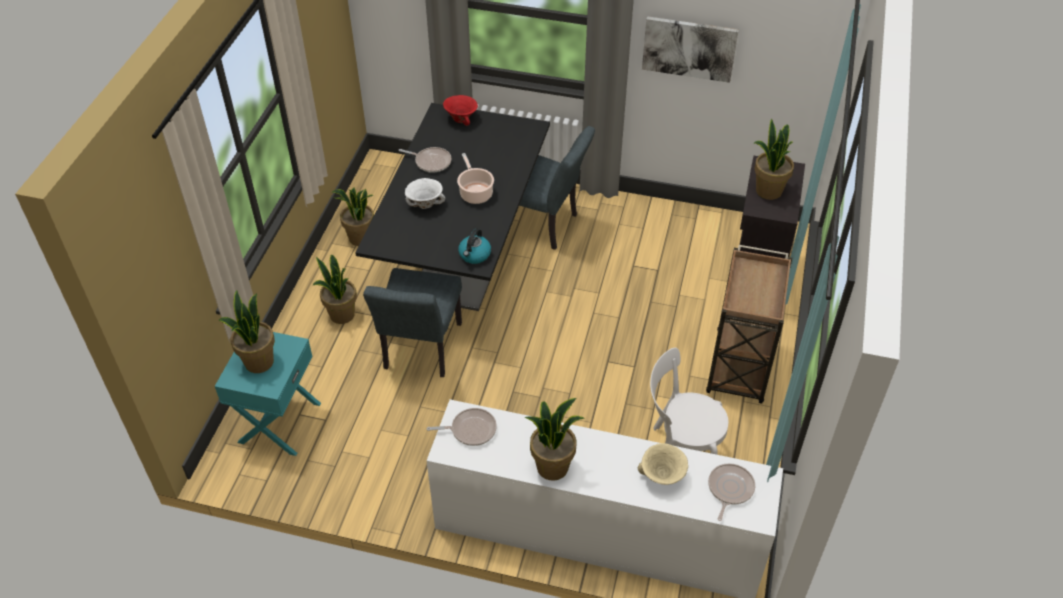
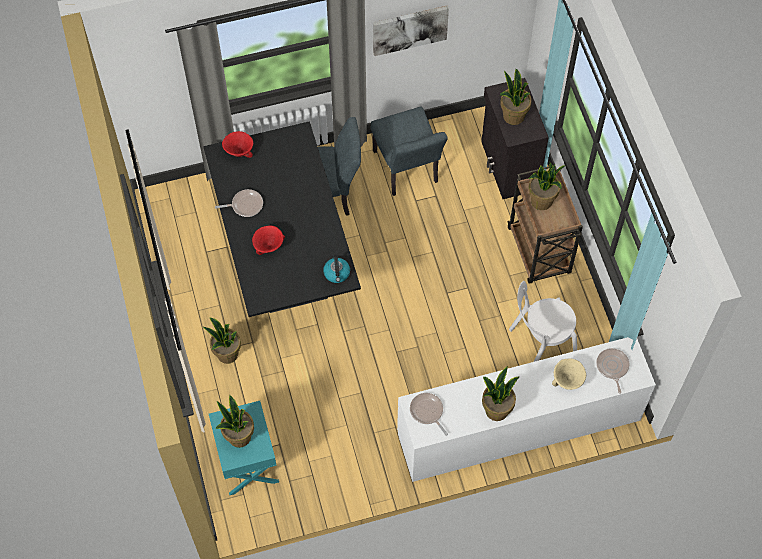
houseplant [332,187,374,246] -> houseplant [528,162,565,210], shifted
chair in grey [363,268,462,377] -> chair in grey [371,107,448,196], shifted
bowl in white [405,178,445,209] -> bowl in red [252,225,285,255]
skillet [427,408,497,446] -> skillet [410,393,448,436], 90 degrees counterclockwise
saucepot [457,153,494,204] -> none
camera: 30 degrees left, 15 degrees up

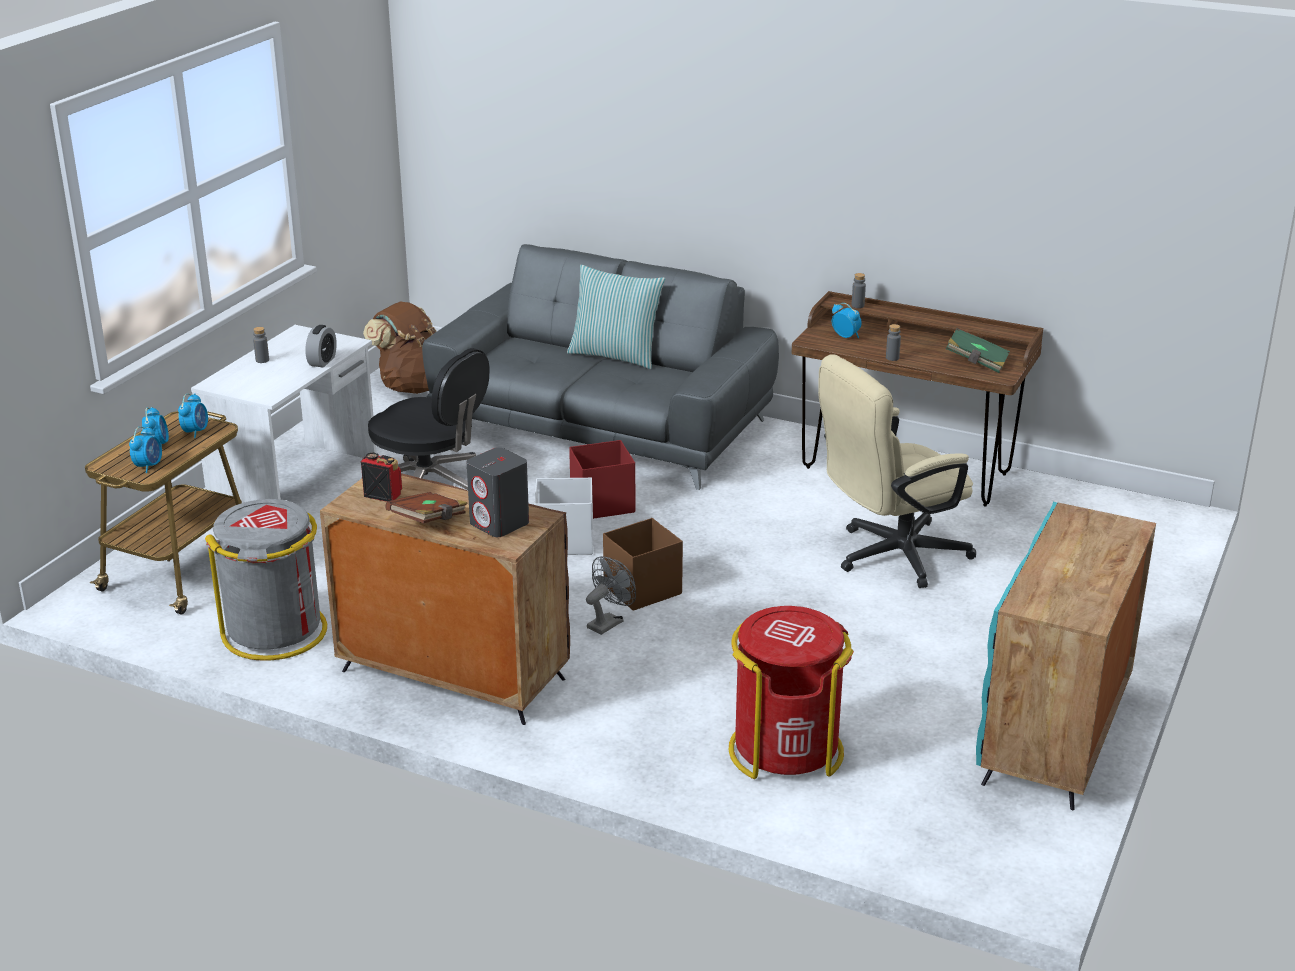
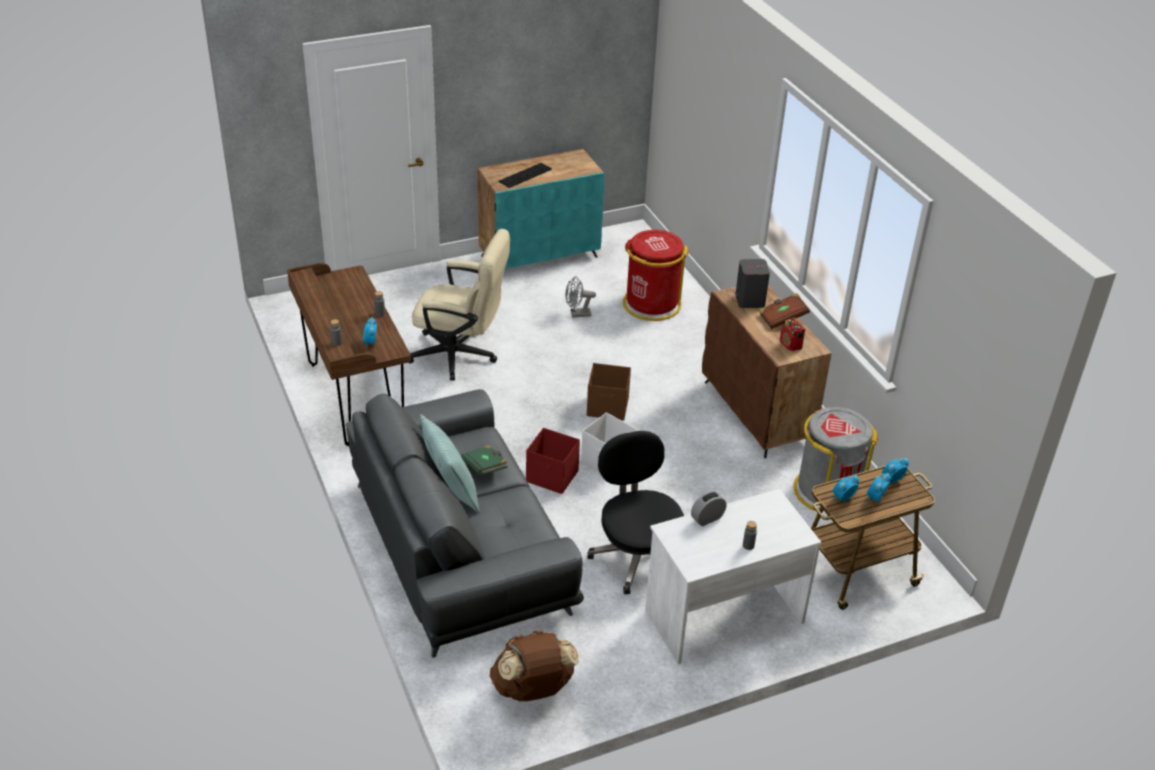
fan in grey [586,556,636,635] -> fan in grey [565,276,596,318], shifted
bound book in greenish [946,328,1010,373] -> bound book in greenish [461,445,507,475], shifted
none -> PC keyboard [499,163,552,188]
camera: 140 degrees left, 10 degrees up

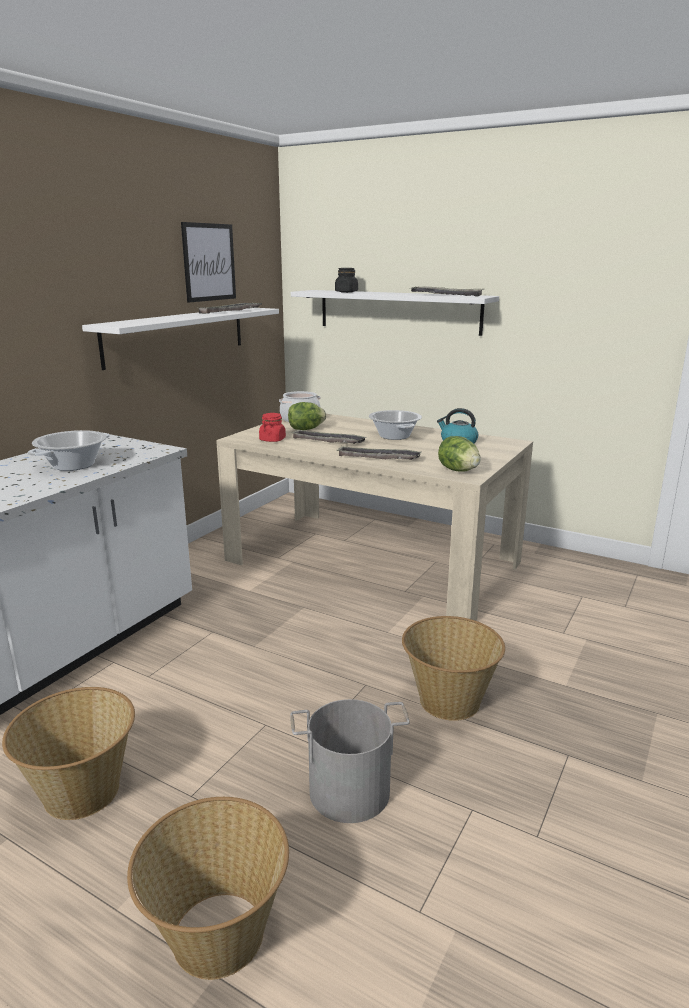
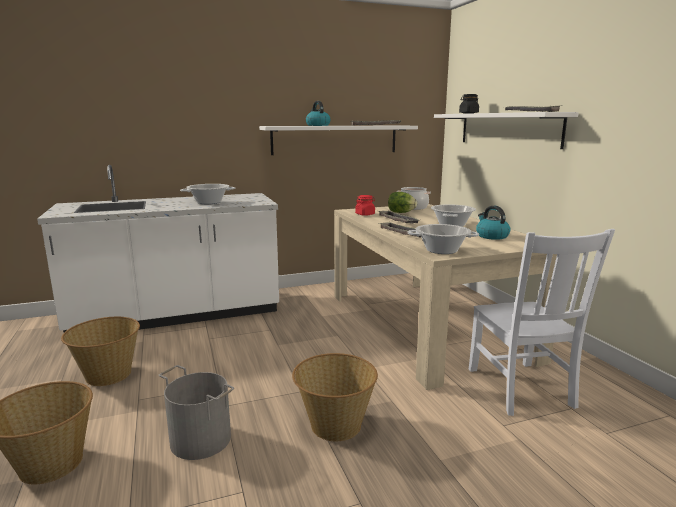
wall art [181,222,236,303] -> none
head of lettuce [438,436,481,472] -> saucepot [407,224,479,254]
none -> kettle [306,101,331,126]
none -> chair in white [469,229,615,416]
camera: 40 degrees right, 5 degrees down

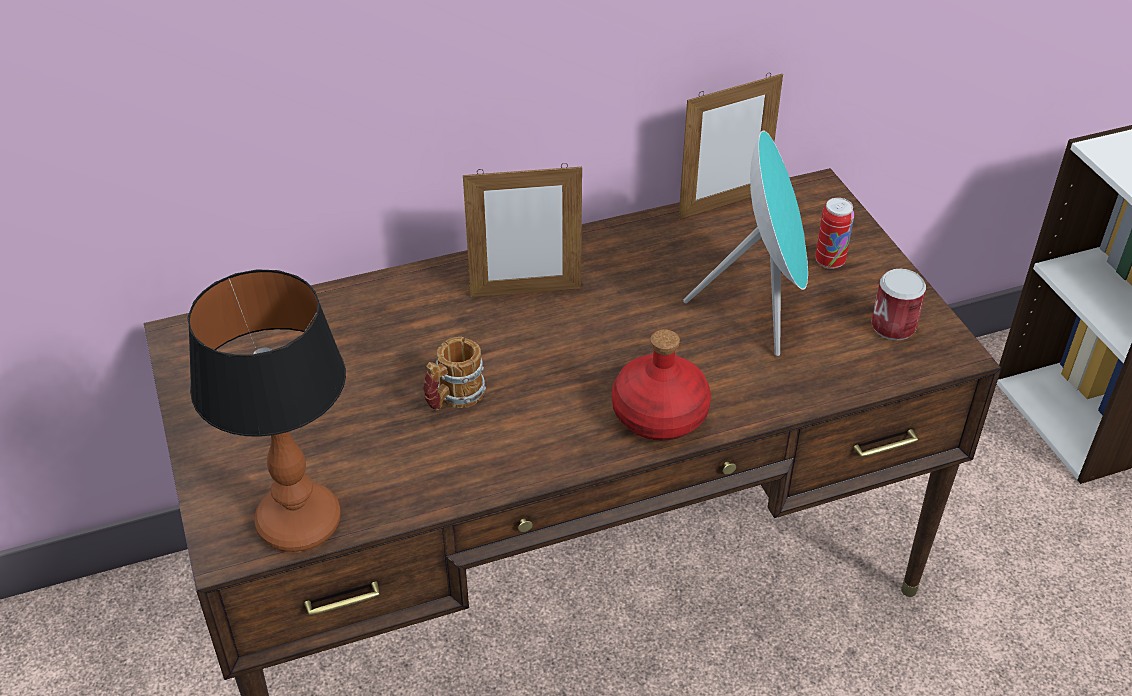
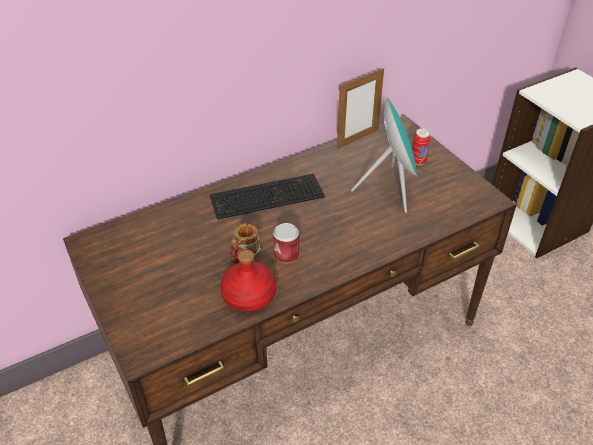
tabletop lamp [188,269,346,552] -> none
picture frame [463,163,582,297] -> PC keyboard [210,174,325,220]
beverage bottle in red [612,329,711,441] -> beverage bottle in red [220,250,276,312], shifted
sealed can [872,269,926,340] -> sealed can [273,223,299,263], shifted
camera: 10 degrees left, 0 degrees up

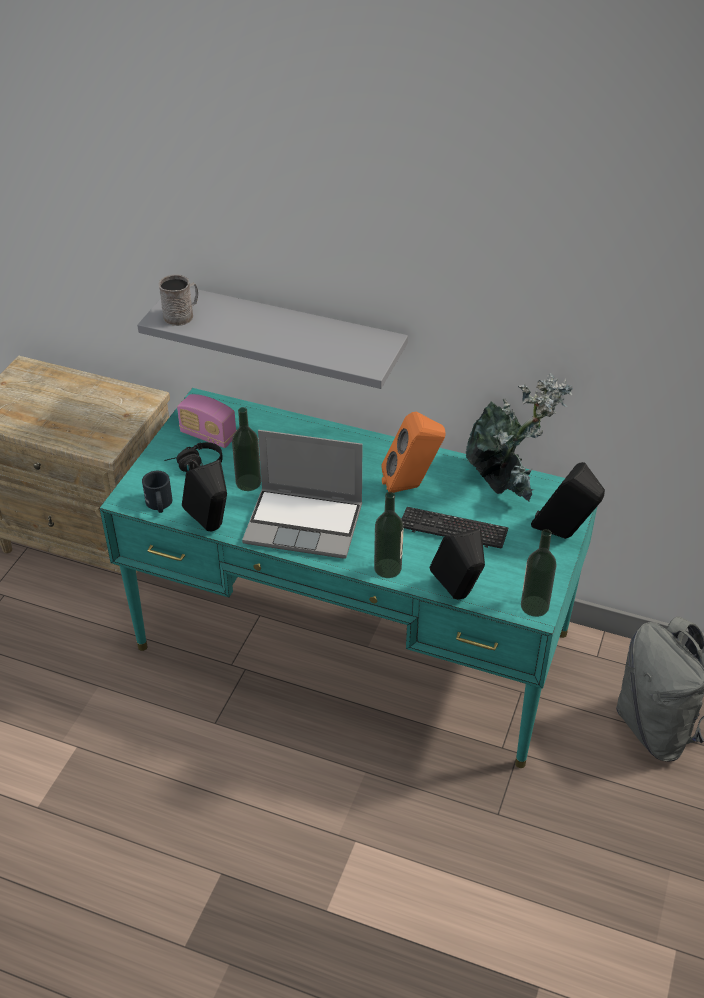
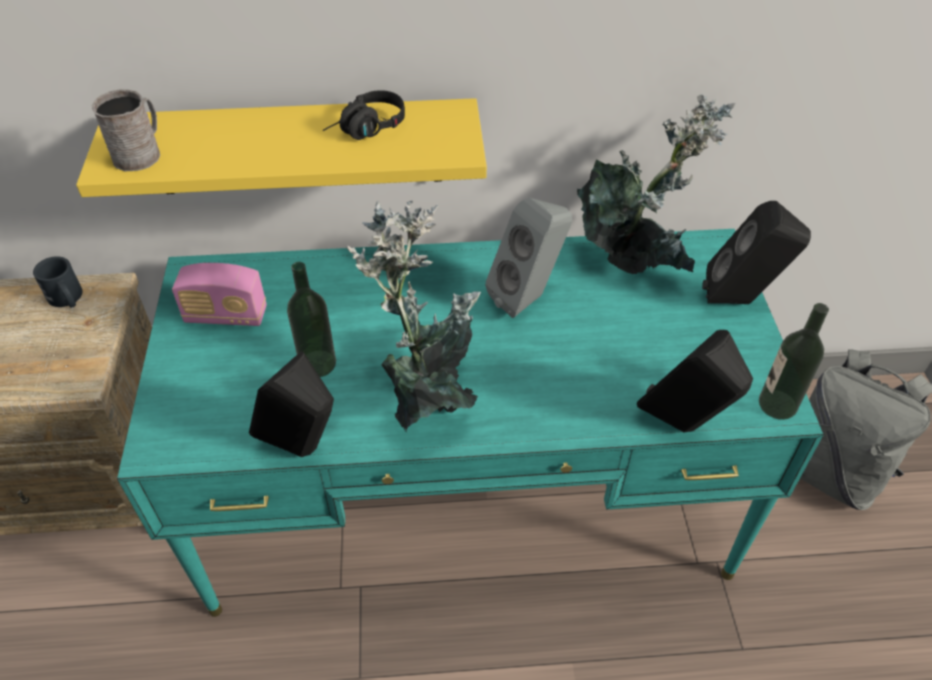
wall shelf in grey [137,288,408,389] -> wall shelf in yellow-coloured [76,98,487,197]
coffee mug in blackish [142,471,172,513] -> coffee mug in blackish [33,256,82,308], shifted
headphones in blackish [164,442,223,472] -> headphones in blackish [323,90,405,140], shifted
notebook computer [242,430,362,559] -> houseplant [346,200,481,431]
beverage bottle [374,492,404,578] -> none
speaker in orangey [381,412,446,493] -> speaker in grey [485,198,572,318]
PC keyboard [402,507,508,548] -> none
camera: 25 degrees left, 5 degrees up

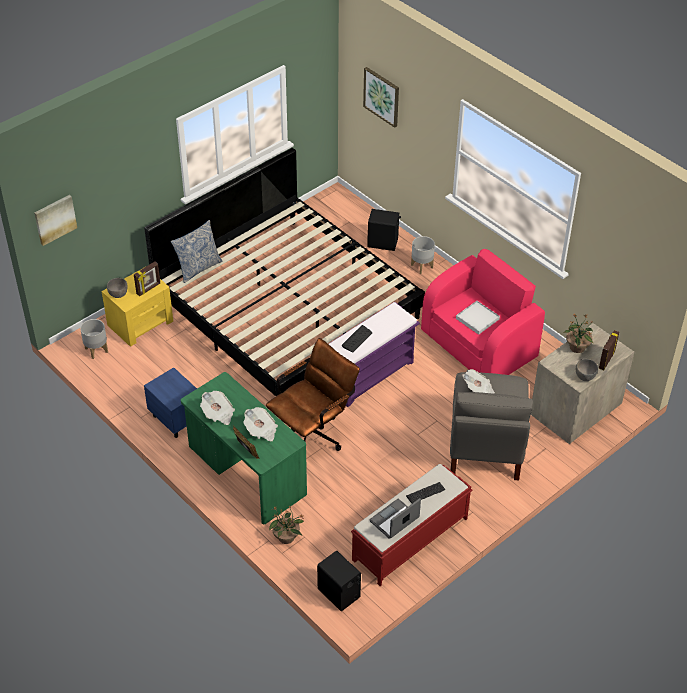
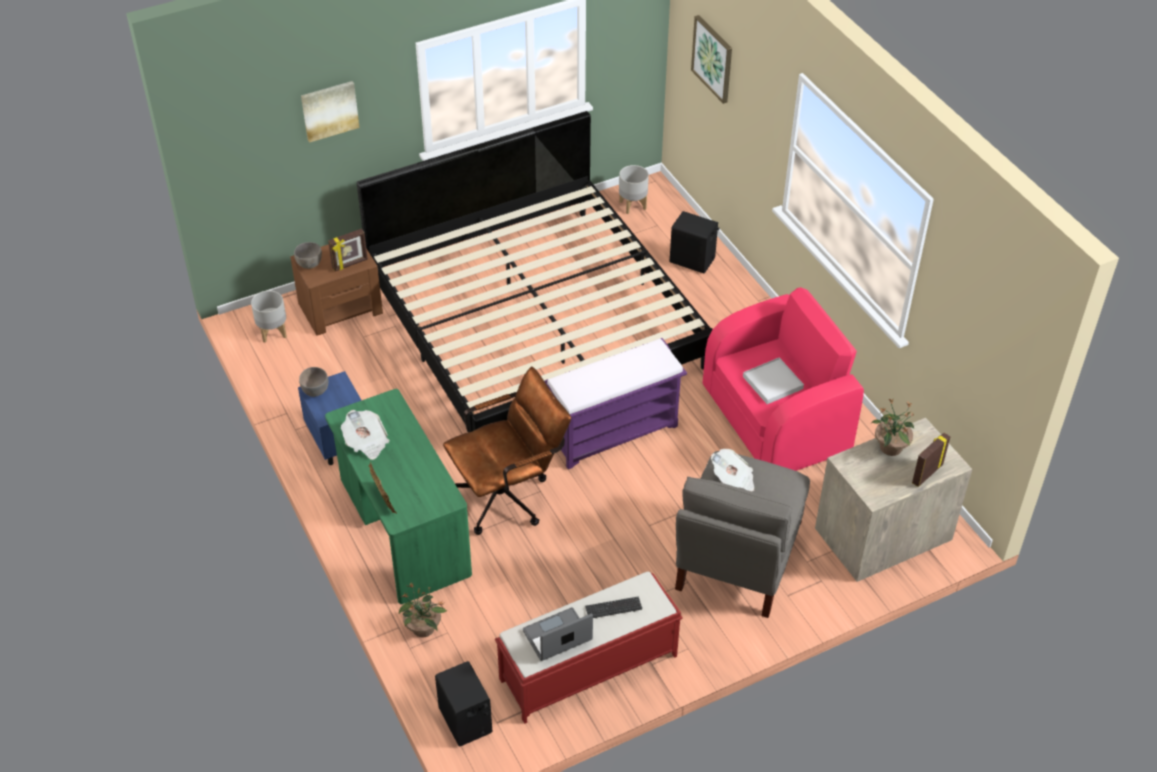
wall art [34,195,77,246] -> wall art [301,81,359,143], shifted
night table in yellow-coloured [102,267,173,346] -> night table in brown-coloured [290,244,383,336]
pillow [171,220,223,283] -> none
daily paper [243,407,278,442] -> none
PC keyboard [342,325,373,353] -> none
flower pot in grey [411,236,435,274] -> flower pot in grey [619,165,649,214], shifted
bowl in grey [576,359,598,381] -> bowl in grey [299,367,328,397], shifted
camera: 15 degrees right, 0 degrees up

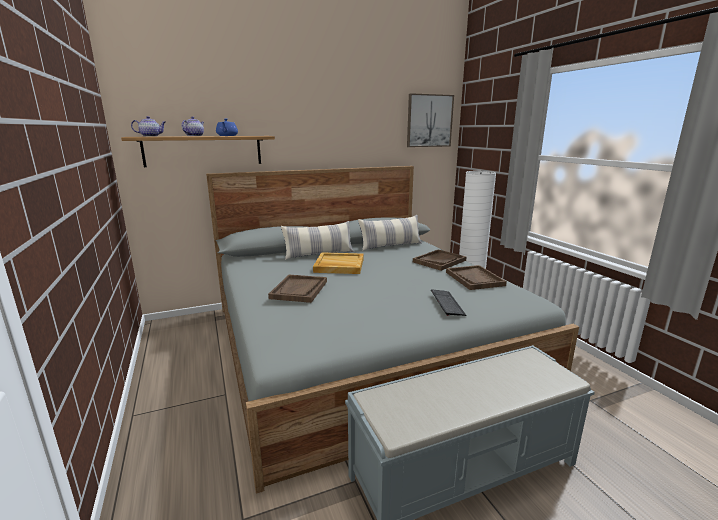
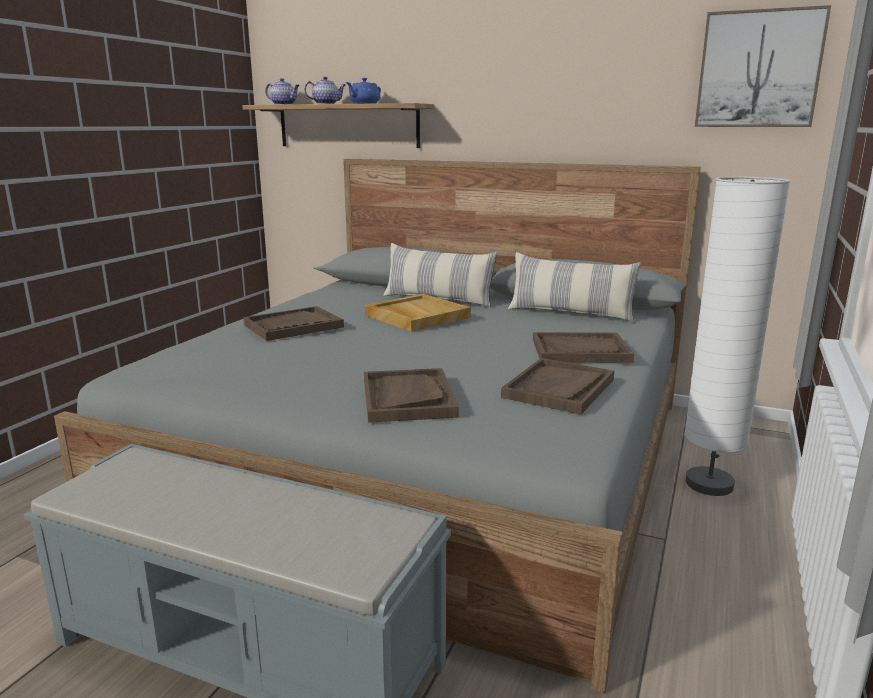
PC keyboard [431,289,467,316] -> serving tray in brown-coloured [364,368,459,423]
camera: 45 degrees right, 0 degrees up

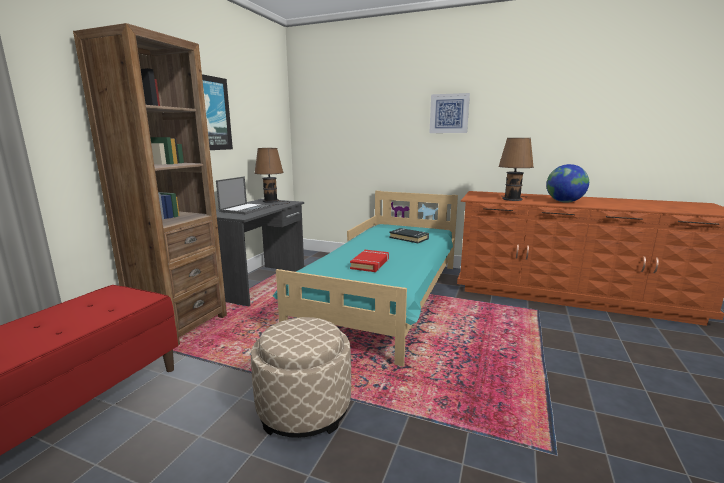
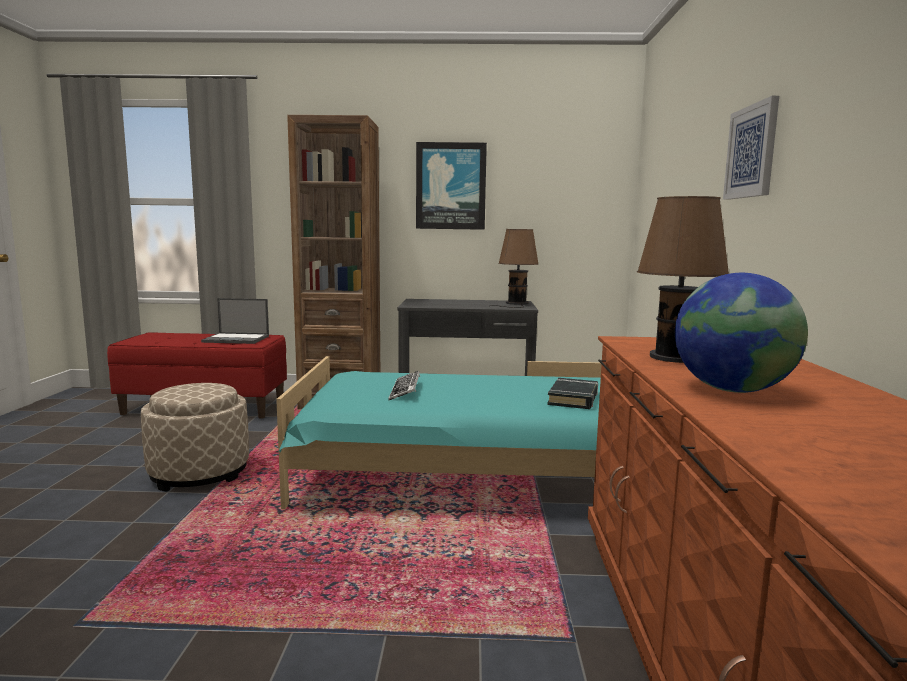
notebook computer [216,176,271,214] -> notebook computer [201,298,269,344], shifted
bound book in red [350,250,389,272] -> PC keyboard [388,371,420,400]
camera: 70 degrees right, 5 degrees down

